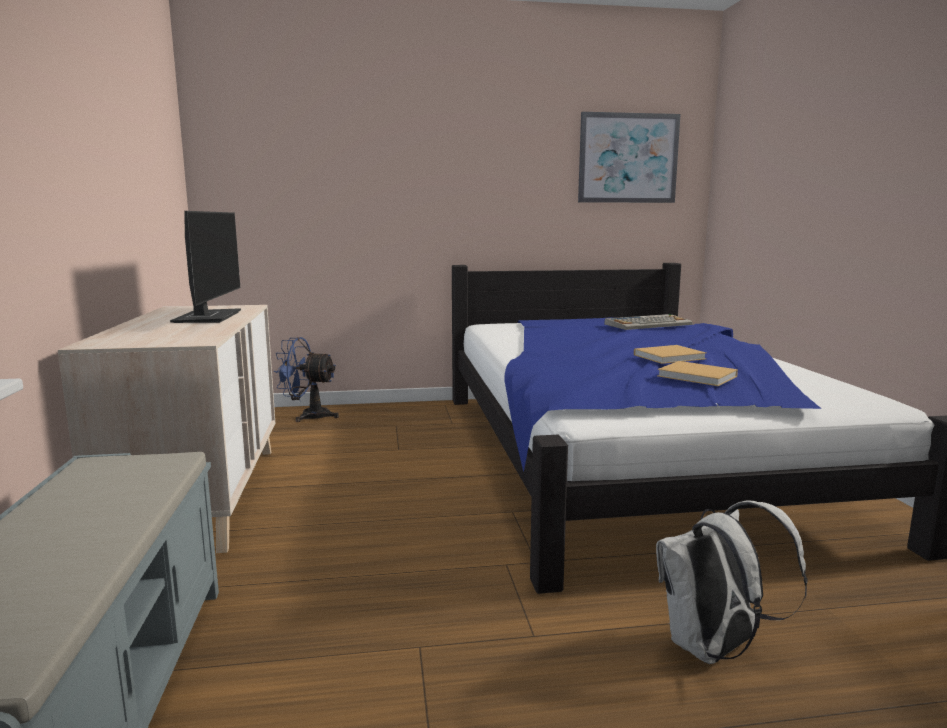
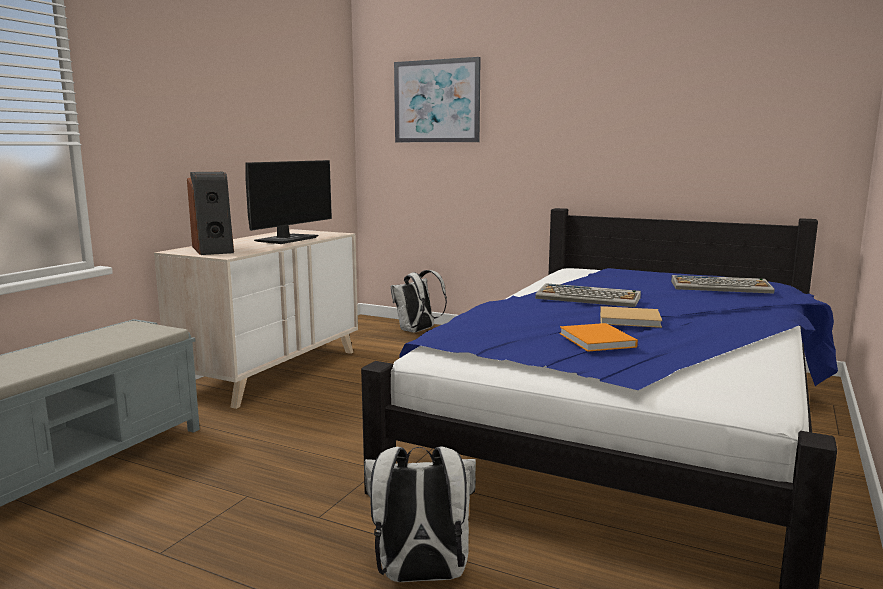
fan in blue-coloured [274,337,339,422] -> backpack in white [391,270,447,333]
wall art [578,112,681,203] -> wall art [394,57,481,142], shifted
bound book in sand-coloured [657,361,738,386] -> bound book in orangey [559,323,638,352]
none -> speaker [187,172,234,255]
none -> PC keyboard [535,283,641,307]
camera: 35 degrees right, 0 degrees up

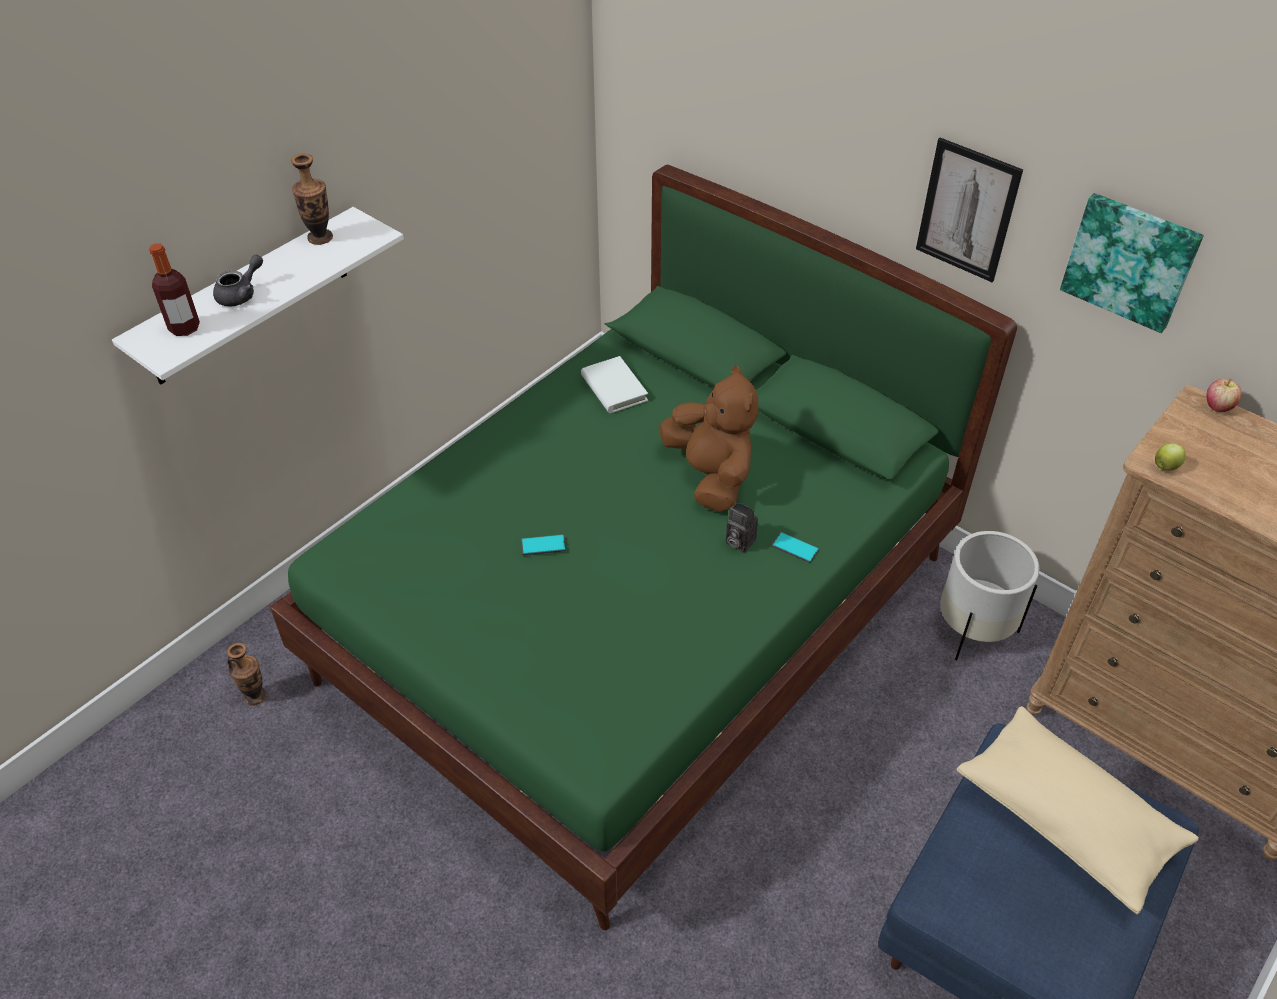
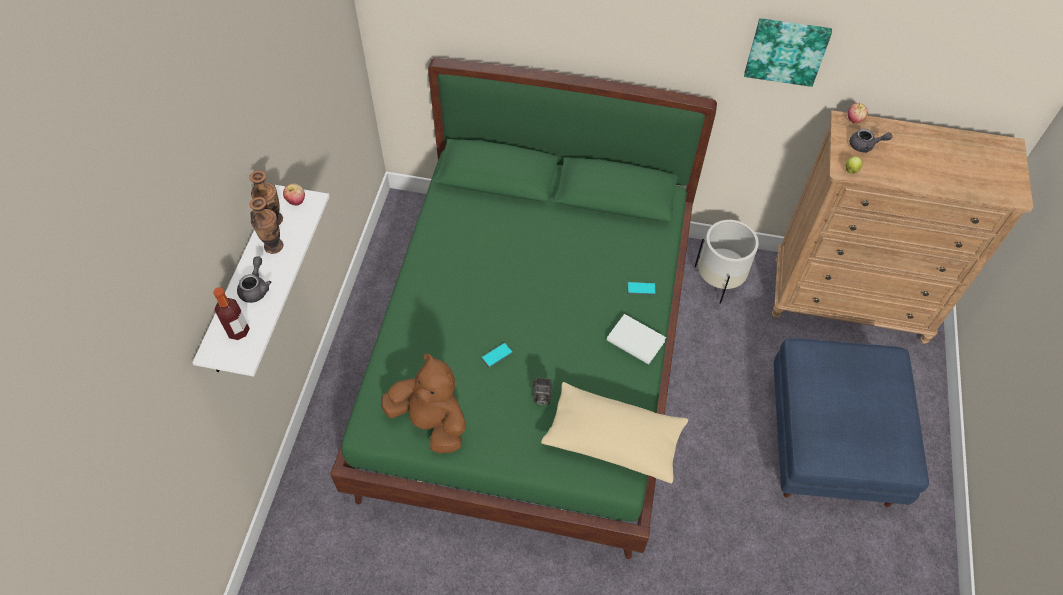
decorative vase [227,643,267,706] -> decorative vase [250,197,283,254], shifted
bound book in white [581,356,648,414] -> bound book in white [607,314,666,364], shifted
plush toy in brown-coloured [659,365,758,512] -> plush toy in brown-coloured [381,353,466,453], shifted
still camera [726,502,758,553] -> still camera [532,377,552,405], shifted
wall art [916,138,1023,282] -> none
pillow in sand-coloured [956,706,1199,915] -> pillow in sand-coloured [541,382,688,484], shifted
none -> whole apple [283,183,305,206]
none -> pot for tea in grey [850,129,892,153]
camera: 30 degrees left, 10 degrees up

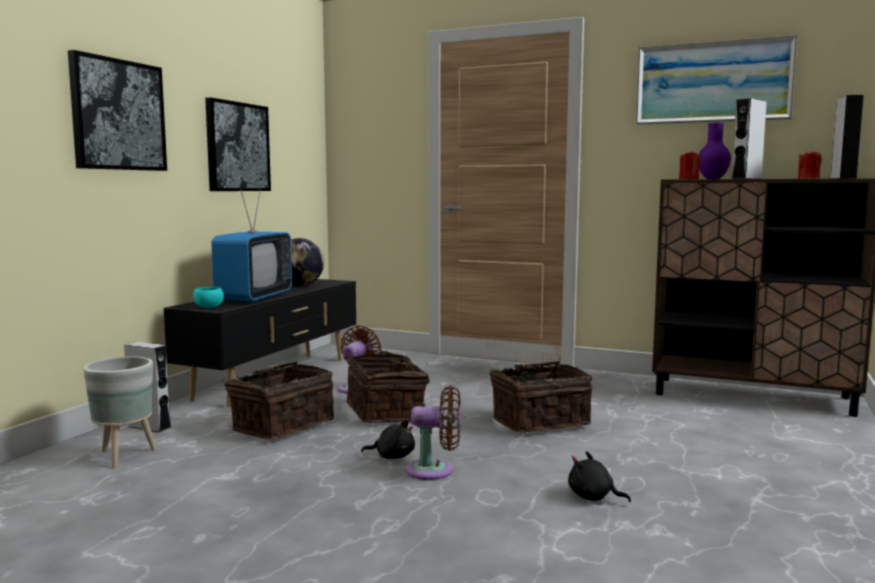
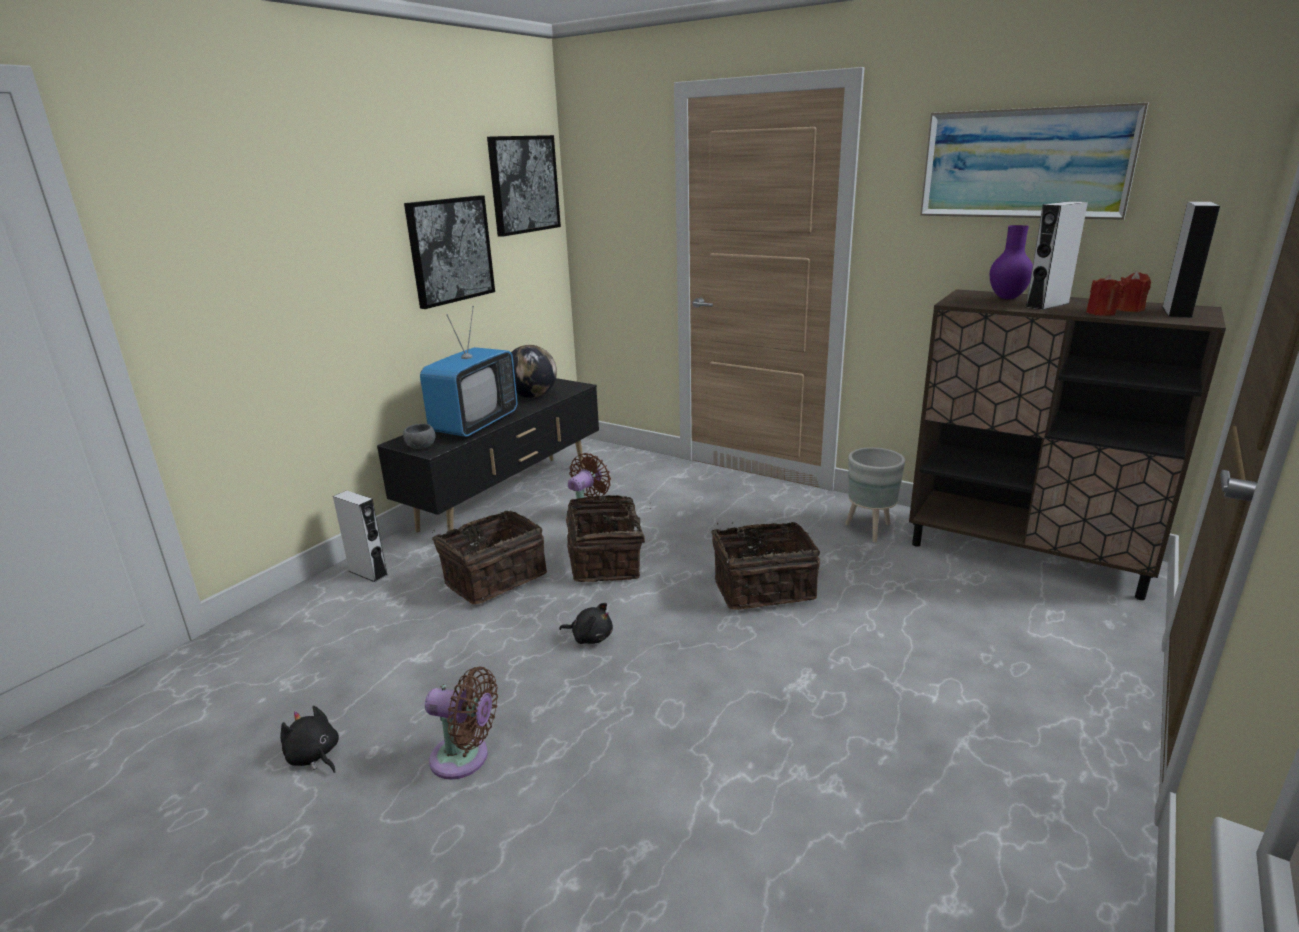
wall art [68,50,167,171] -> wall art [487,135,561,237], shifted
flower pot in grey [83,356,157,468] -> flower pot in grey [845,447,905,543], shifted
bowl in blue-green [193,287,224,308] -> bowl in grey [403,424,435,449]
fan in brown-coloured [406,386,461,480] -> fan in brown-coloured [425,667,498,780], shifted
plush toy in blackish [568,451,631,503] -> plush toy in blackish [280,706,339,773], shifted
candle in red [679,150,701,179] -> candle in red [1086,275,1123,316], shifted
camera: 10 degrees right, 15 degrees up

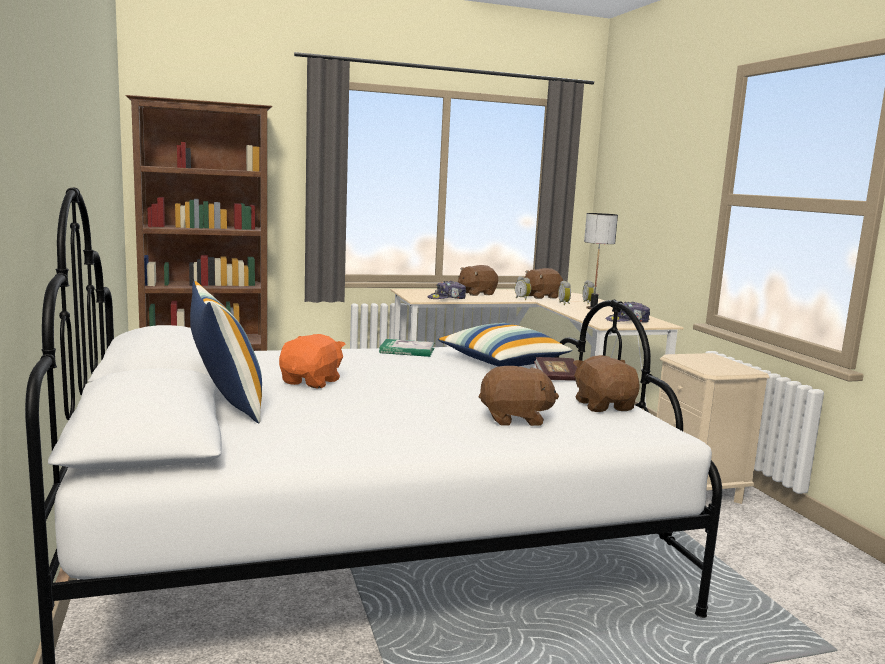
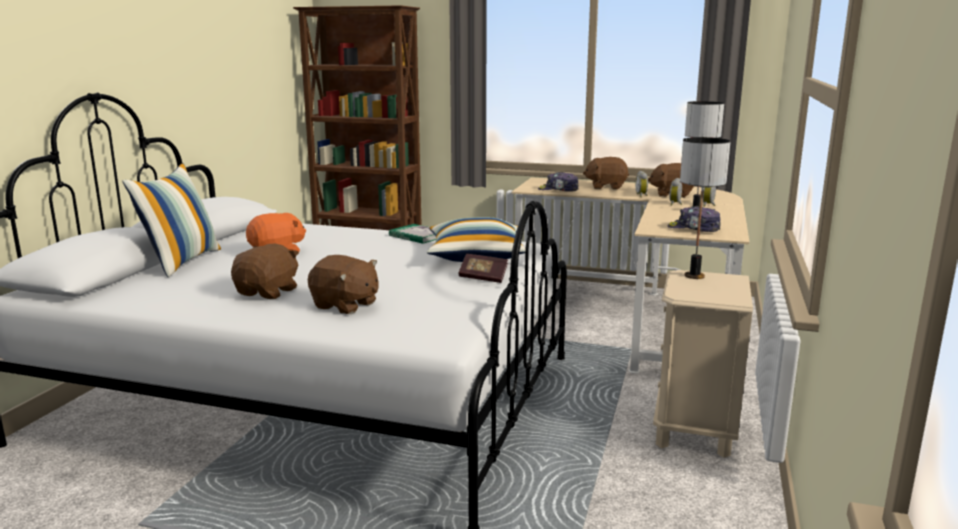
plush toy in brown-coloured [573,355,640,412] -> plush toy in brown-coloured [231,244,299,299], shifted
none -> tabletop lamp [680,137,731,279]
camera: 35 degrees right, 5 degrees up

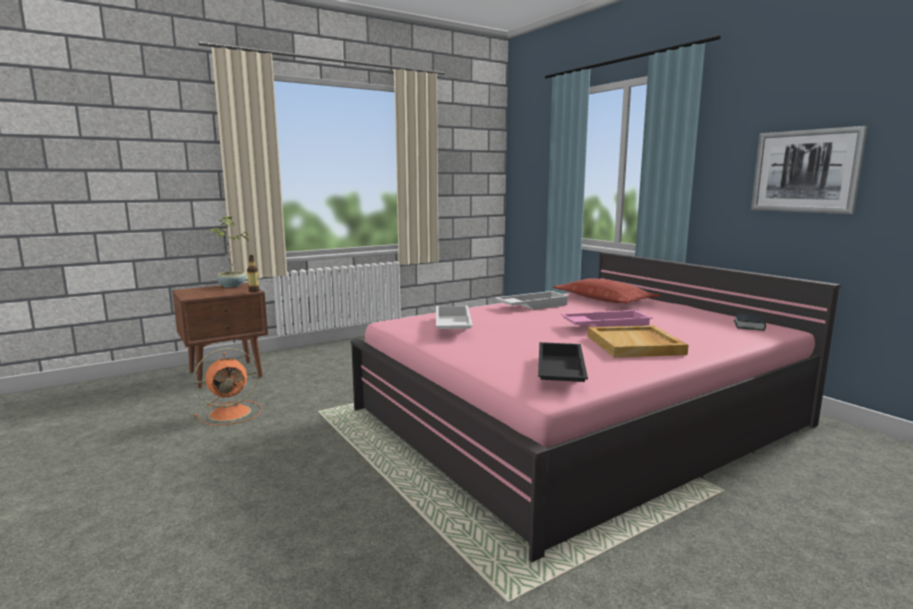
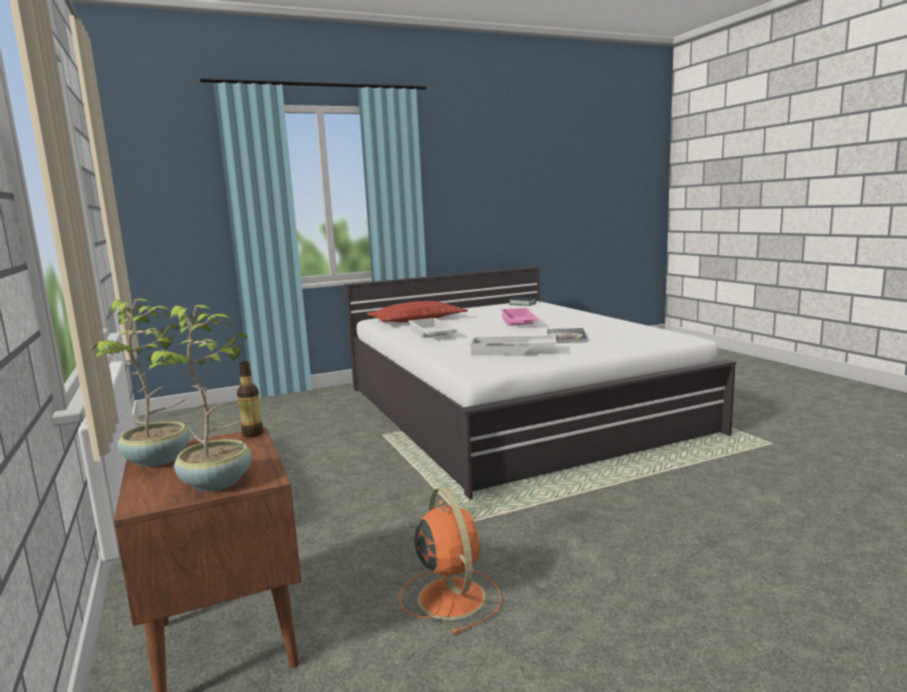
bedroom bed in pink [351,252,841,562] -> bedroom bed in white [344,267,736,499]
serving tray in blackish [538,342,588,382] -> none
serving tray in sand-coloured [588,325,688,358] -> none
wall art [751,126,868,214] -> none
none -> houseplant [148,305,252,492]
none -> bound book [547,328,588,343]
camera: 80 degrees left, 0 degrees up

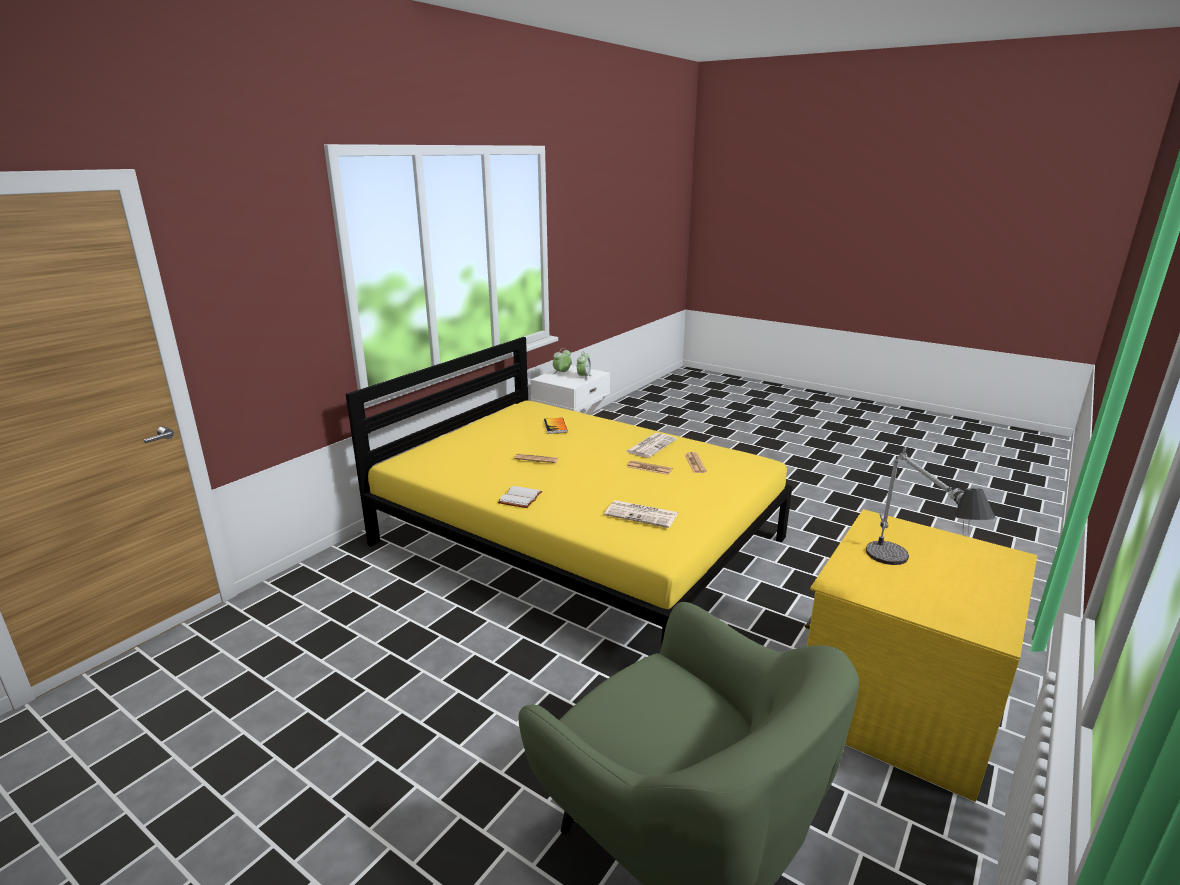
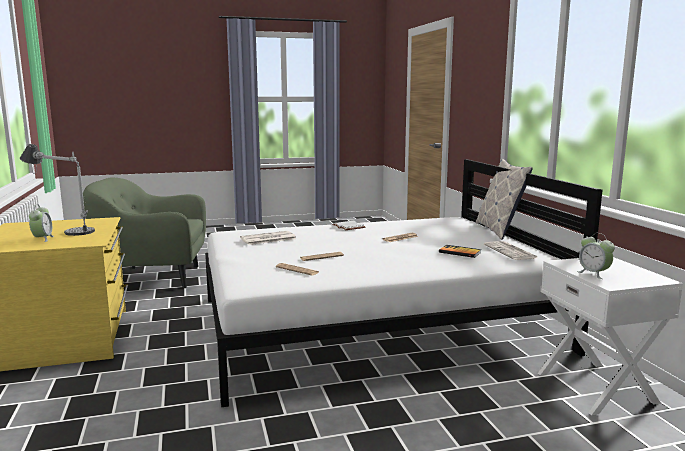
bedroom bed in yellow-coloured [346,337,792,646] -> bedroom bed in white [205,159,602,408]
bedside clock [553,348,571,374] -> bedside clock [29,204,54,242], shifted
daily paper [626,433,677,458] -> daily paper [484,241,538,260], shifted
none -> pillow [476,159,533,240]
camera: 130 degrees right, 10 degrees down

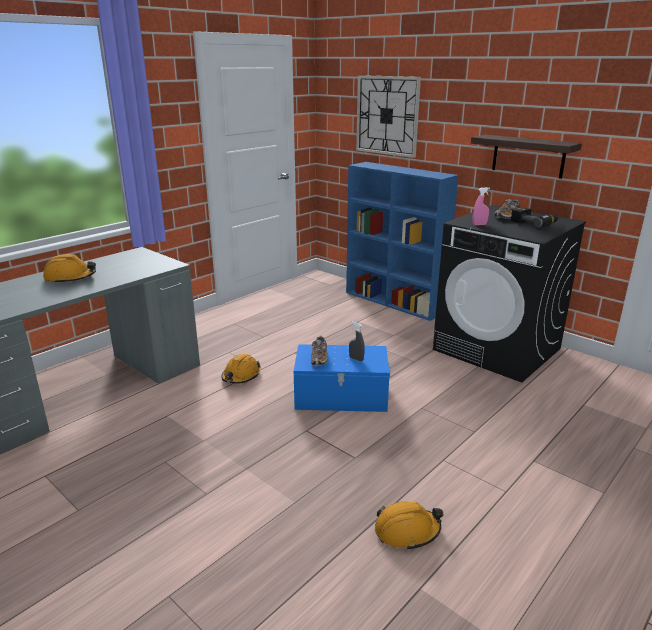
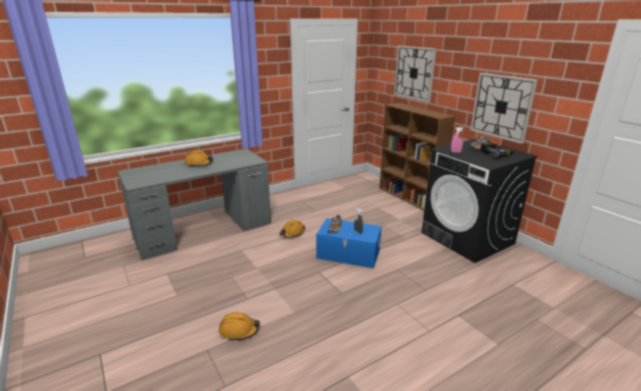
shelving unit in blue-coloured [346,162,459,321] -> shelving unit in brown-coloured [380,103,455,211]
work helmet in orangey [375,501,443,550] -> work helmet in orangey [219,312,260,341], shifted
wall shelf [471,135,582,179] -> hanging clock [470,73,538,144]
camera: 15 degrees right, 0 degrees up

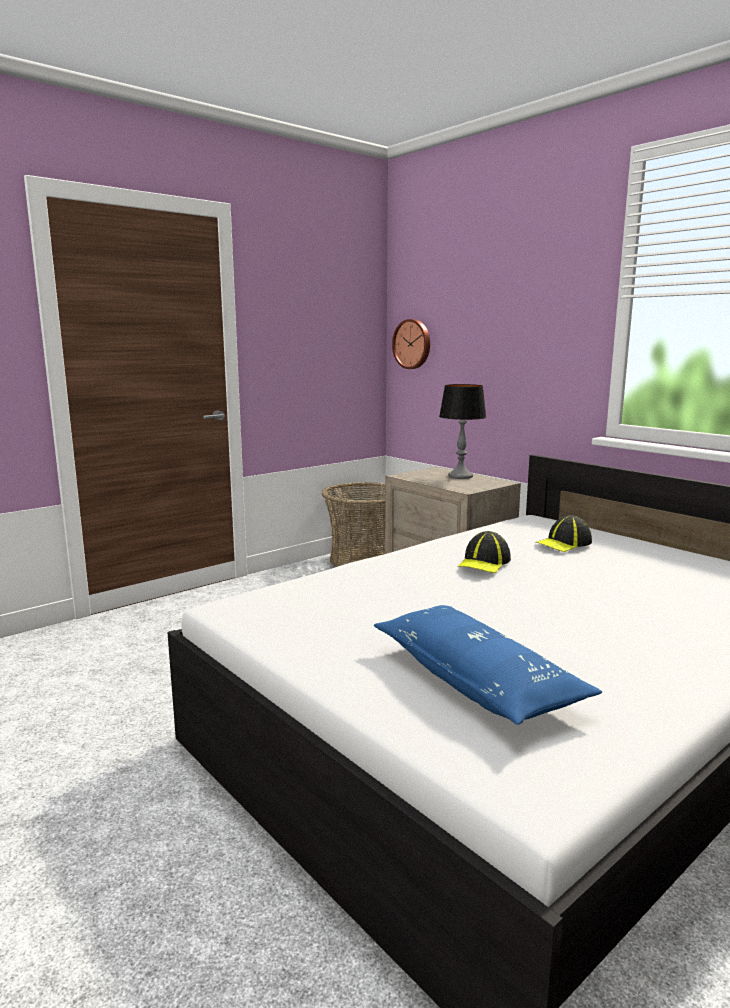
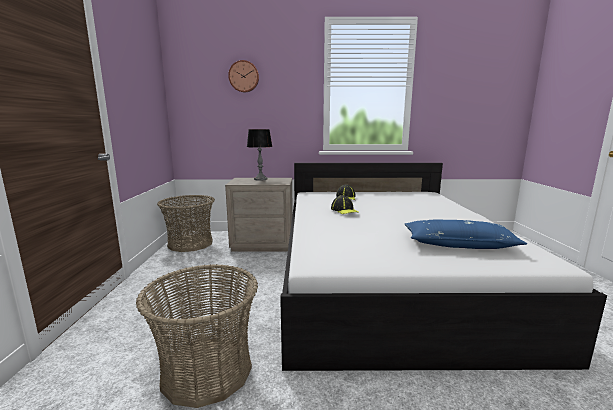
hanging clock [392,319,430,369] -> hanging clock [228,60,259,92], shifted
none -> household basket [136,264,258,408]
camera: 50 degrees left, 0 degrees up

